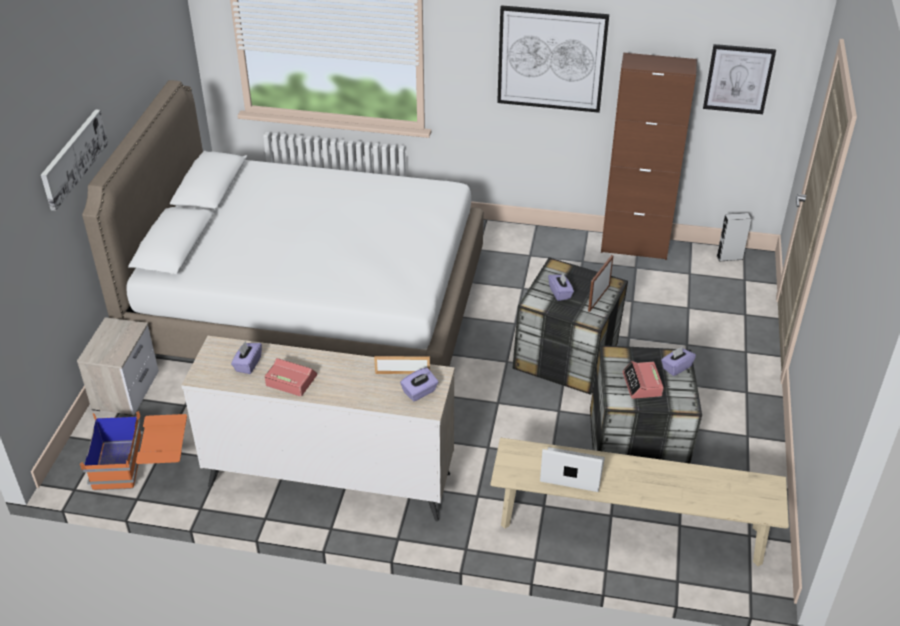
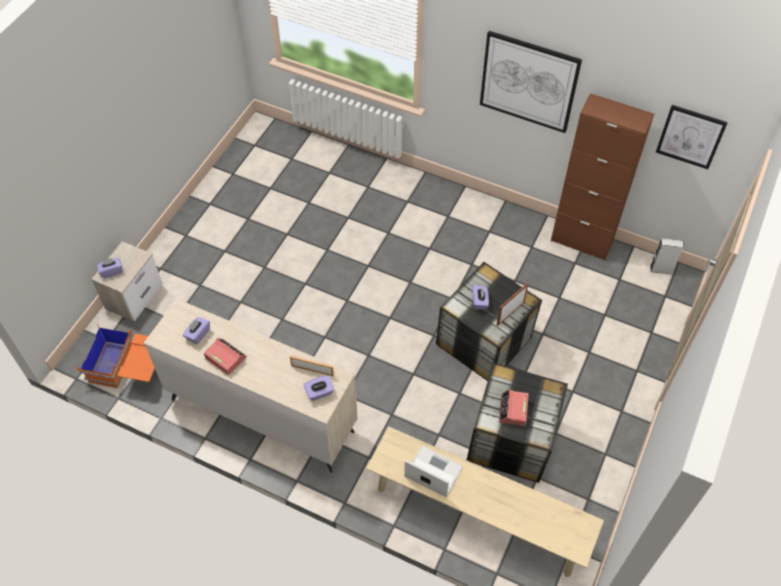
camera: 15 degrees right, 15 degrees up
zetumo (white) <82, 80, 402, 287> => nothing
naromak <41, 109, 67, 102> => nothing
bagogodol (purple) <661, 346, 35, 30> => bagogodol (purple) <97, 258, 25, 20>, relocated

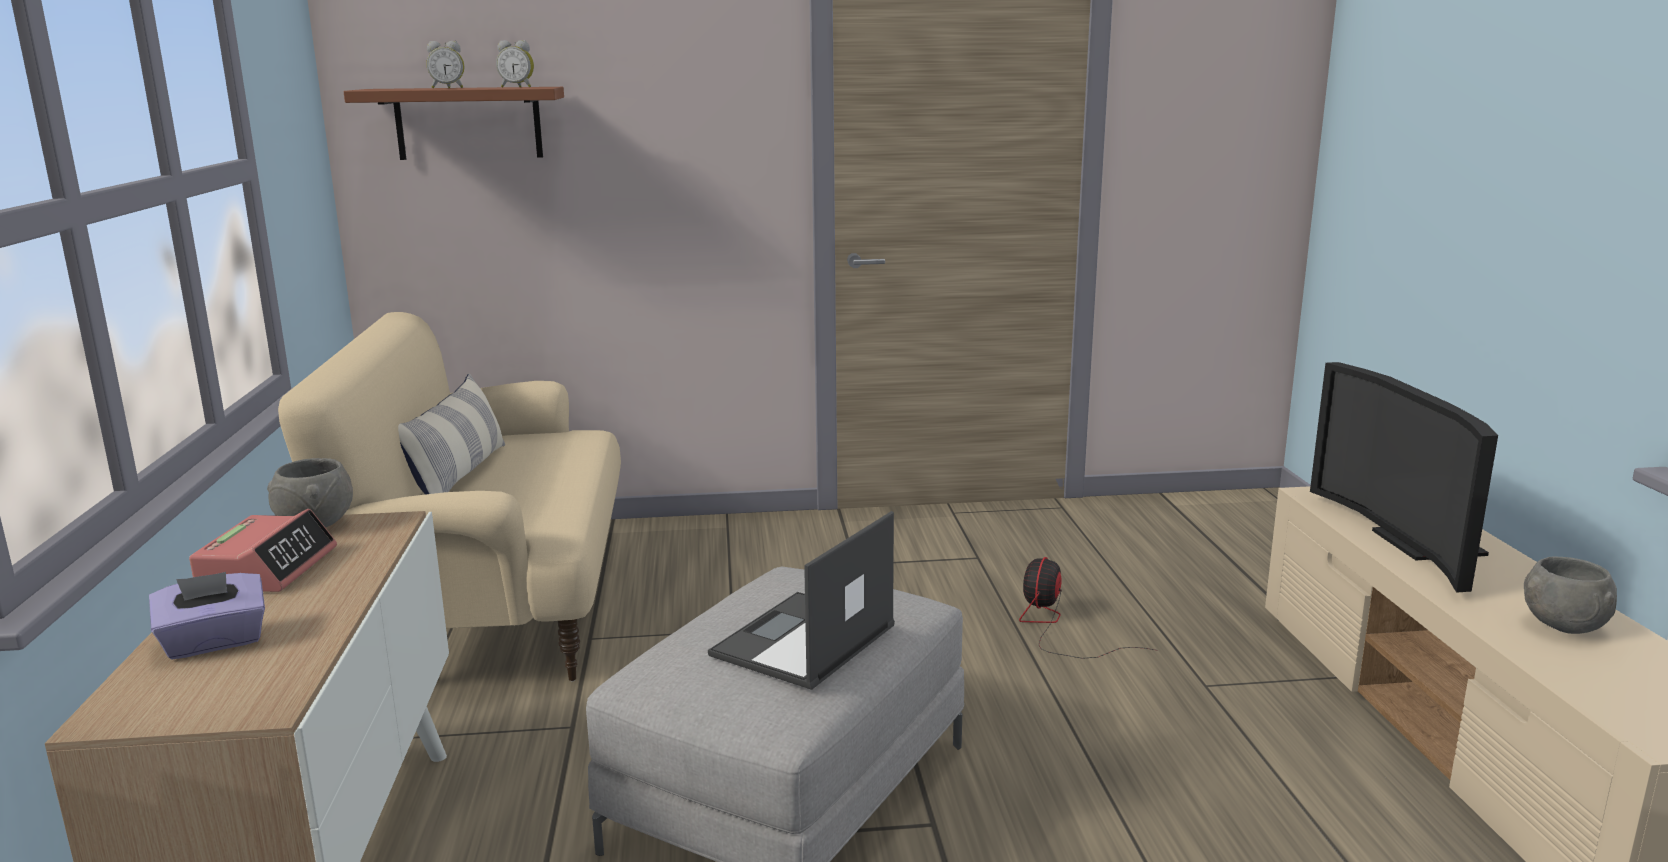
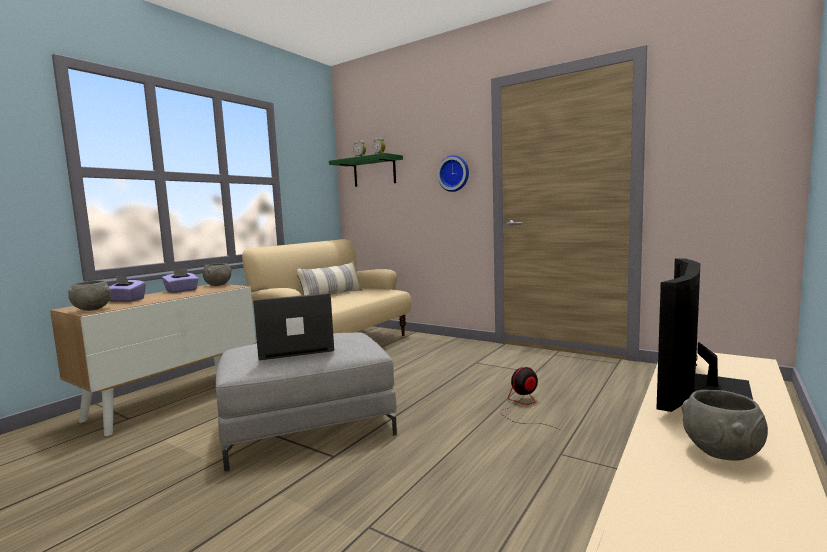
camera: 40 degrees right, 10 degrees down
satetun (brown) <344, 87, 220, 73> => satetun (green) <329, 153, 74, 34>
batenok <189, 509, 148, 83> => bagogodol (purple) <162, 268, 37, 25>
nothing => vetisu <437, 155, 32, 37>
nothing => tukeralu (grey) <68, 280, 43, 31>

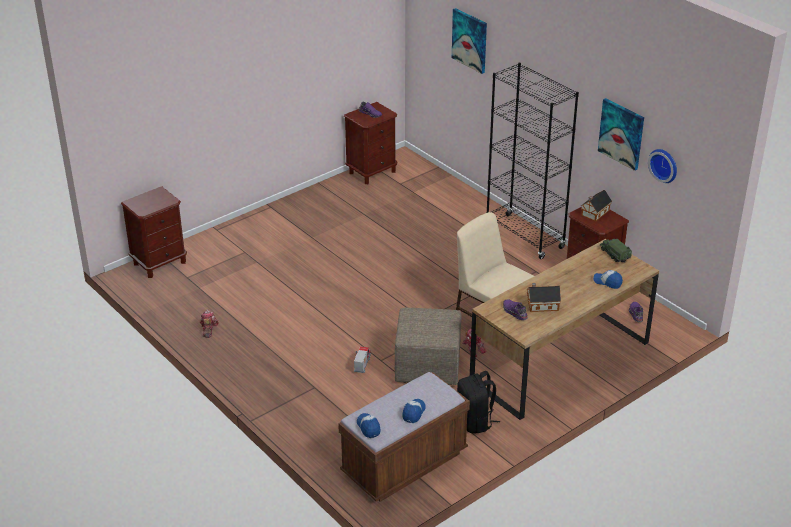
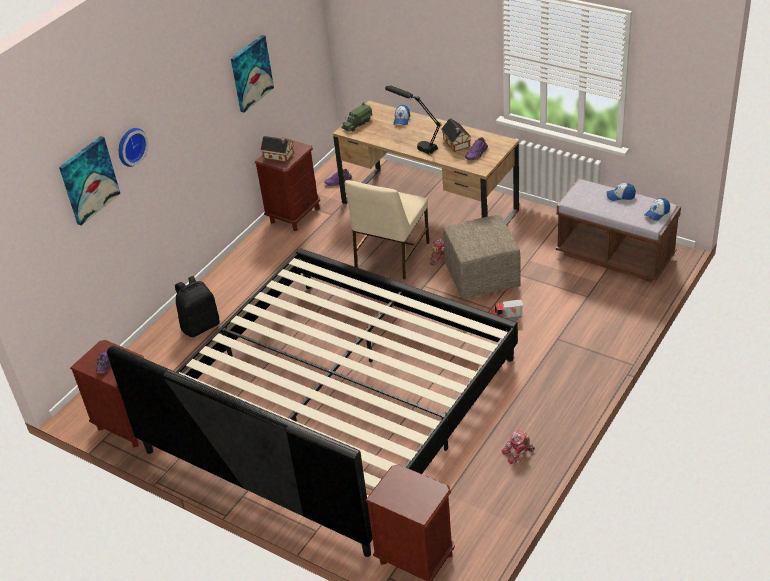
camera: 105 degrees left, 5 degrees up
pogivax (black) <487, 63, 92, 196> => nothing
vetisu <648, 149, 29, 34> => vetisu <119, 128, 29, 39>, relocated
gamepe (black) <457, 371, 43, 63> => gamepe (black) <175, 276, 44, 61>, relocated
nothing => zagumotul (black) <385, 85, 56, 70>
nothing => zetumo <107, 248, 411, 309>

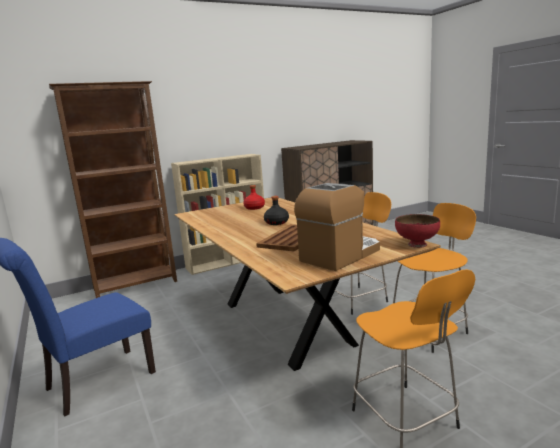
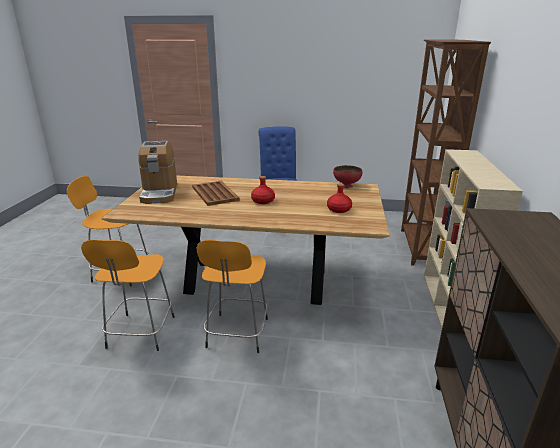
camera: 125 degrees right, 10 degrees up
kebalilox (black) <264, 196, 25, 29> => kebalilox (red) <251, 176, 24, 28>
tukeralu (red) <395, 214, 45, 34> => tukeralu (red) <333, 165, 29, 23>, relocated

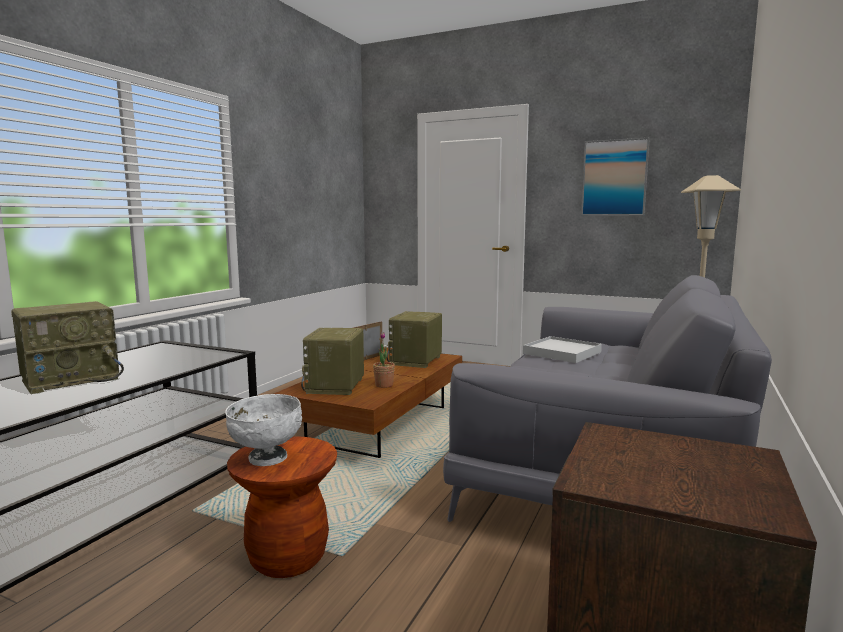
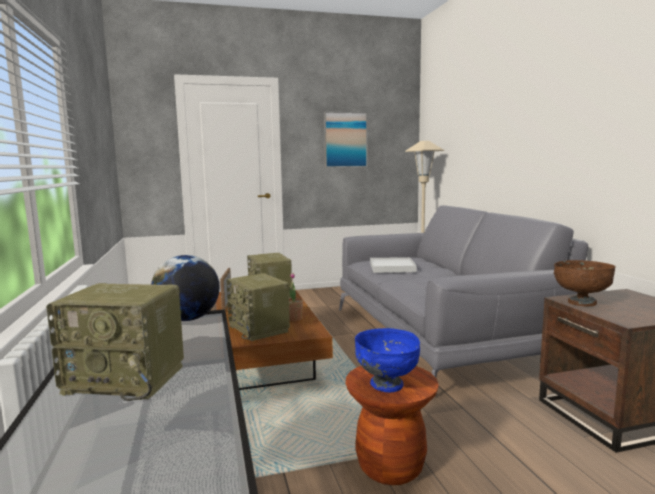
camera: 40 degrees left, 0 degrees up
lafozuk <11, 301, 113, 93> => lafozuk <46, 283, 138, 118>, 90 degrees clockwise
tukeralu (white) <225, 394, 77, 72> => tukeralu (blue) <355, 328, 65, 64>
nothing => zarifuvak <151, 255, 69, 66>
nothing => tukeralu (brown) <554, 260, 61, 47>

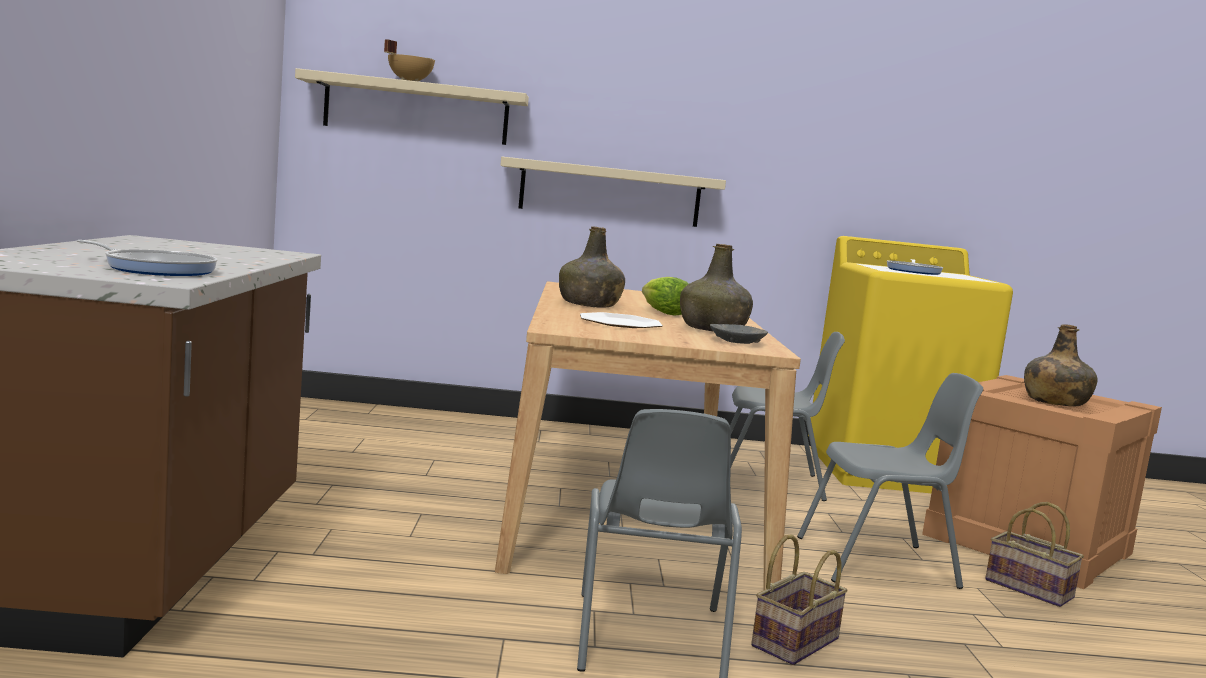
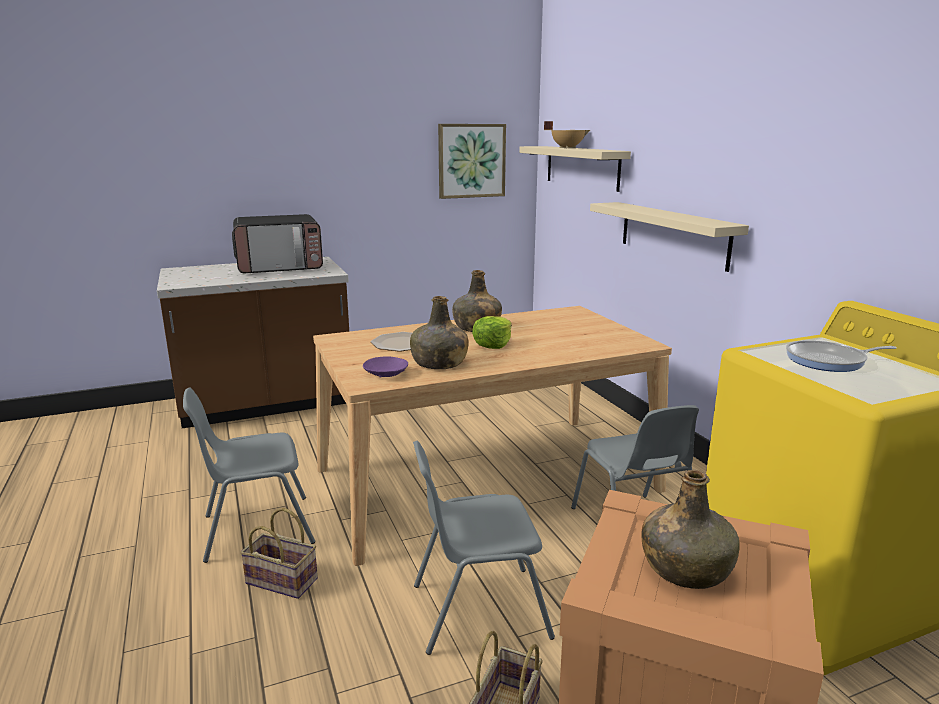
camera: 70 degrees right, 10 degrees up
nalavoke <76, 240, 142, 36> => nothing
tukeralu (grey) <710, 324, 58, 20> => tukeralu (purple) <363, 356, 45, 22>
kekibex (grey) <797, 373, 186, 216> => kekibex (grey) <413, 441, 142, 214>, 105 degrees clockwise
nothing => naromak <438, 124, 68, 75>
nothing => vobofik <232, 214, 91, 59>

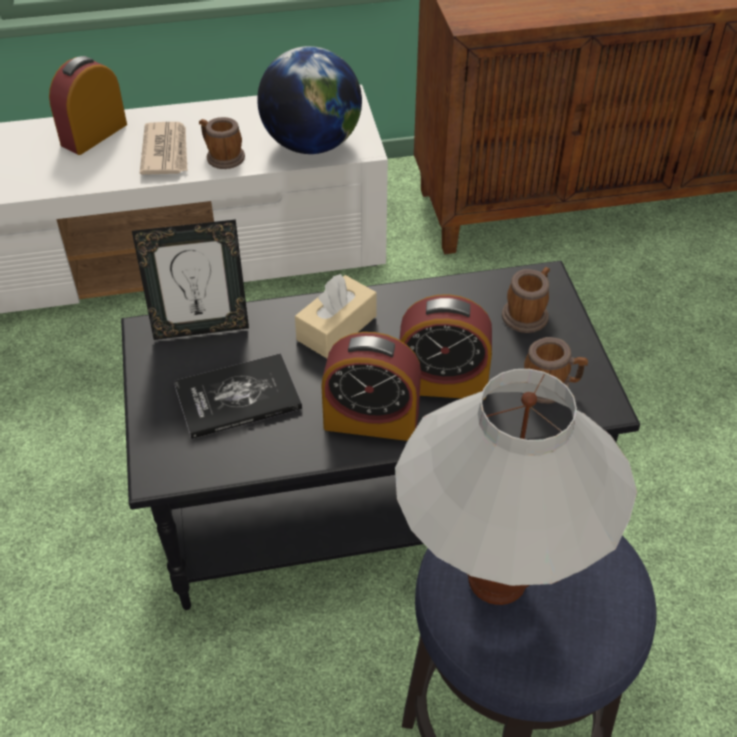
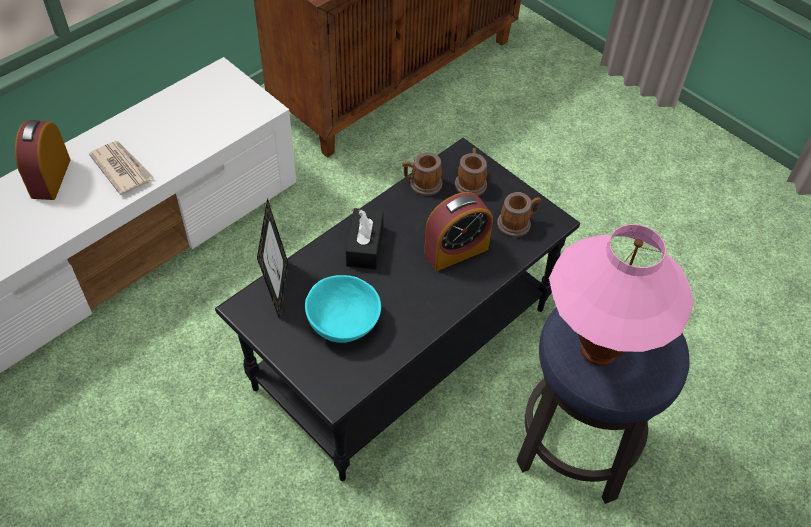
camera: 35 degrees left, 5 degrees up
zarifuvak <257, 46, 105, 108> => nothing
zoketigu <199, 117, 46, 52> => zoketigu <402, 152, 41, 44>, relocated
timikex <132, 219, 117, 121> => timikex <257, 198, 31, 119>, 45 degrees counterclockwise
bagogodol (beige) <295, 274, 82, 84> => bagogodol (black) <346, 208, 38, 61>
batenok <321, 332, 100, 109> => nothing
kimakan <174, 353, 128, 86> => tukeralu (turquoise) <305, 275, 76, 68>
zagumotul (white) <395, 369, 242, 236> => zagumotul (pink) <549, 224, 145, 142>

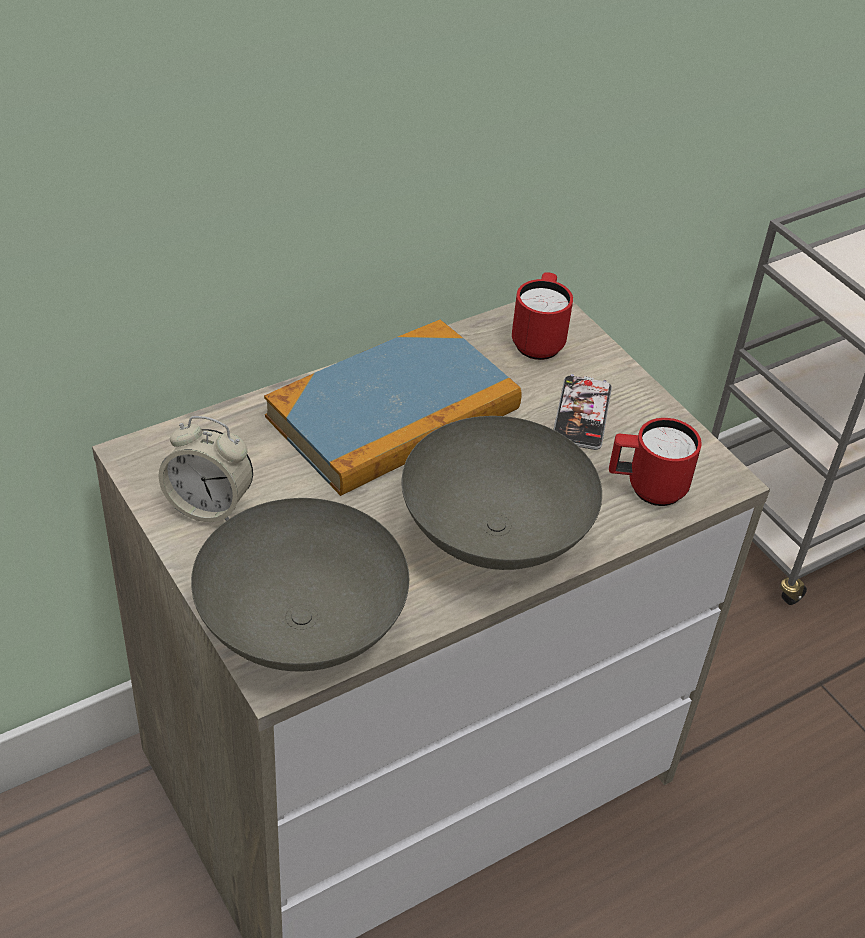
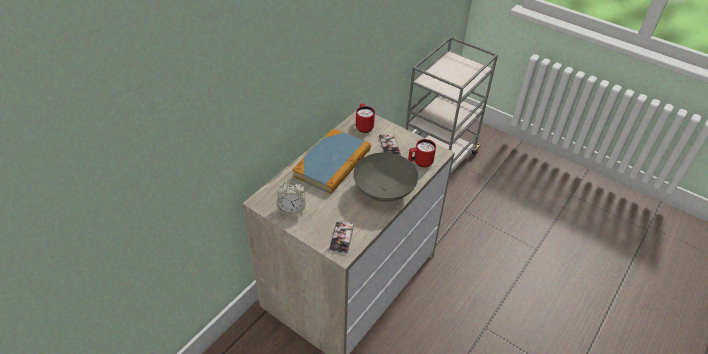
camera: 20 degrees left, 0 degrees up
tukeralu (grey) <191, 498, 218, 174> => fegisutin <329, 221, 25, 33>

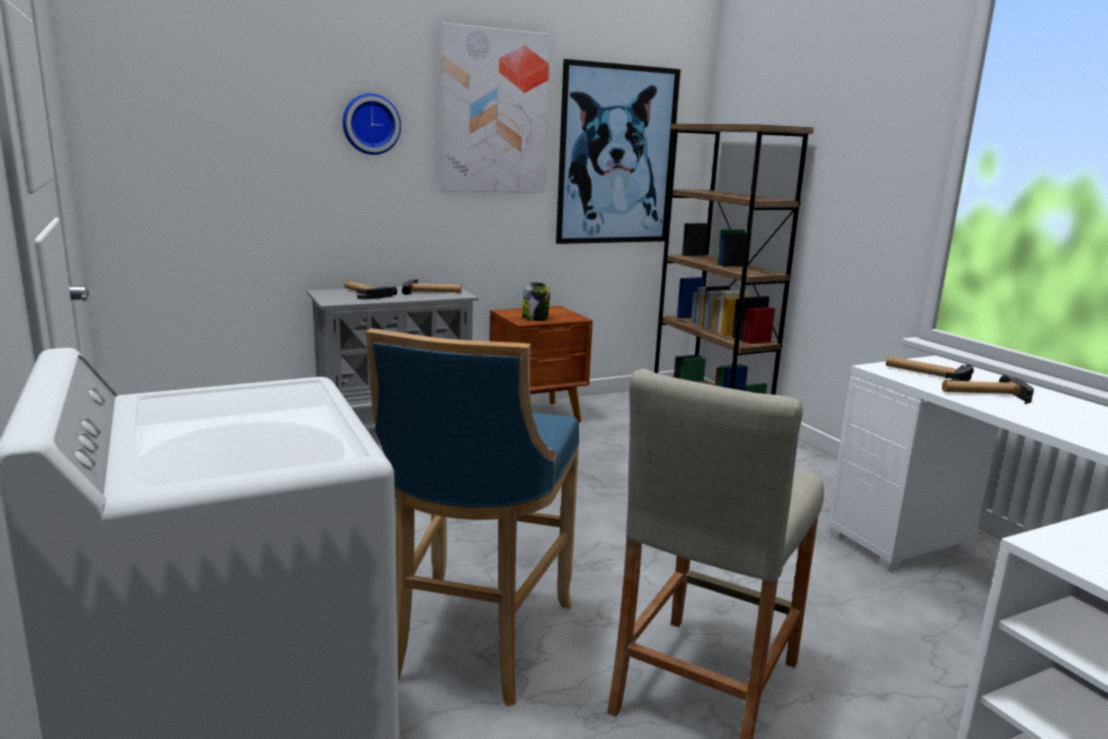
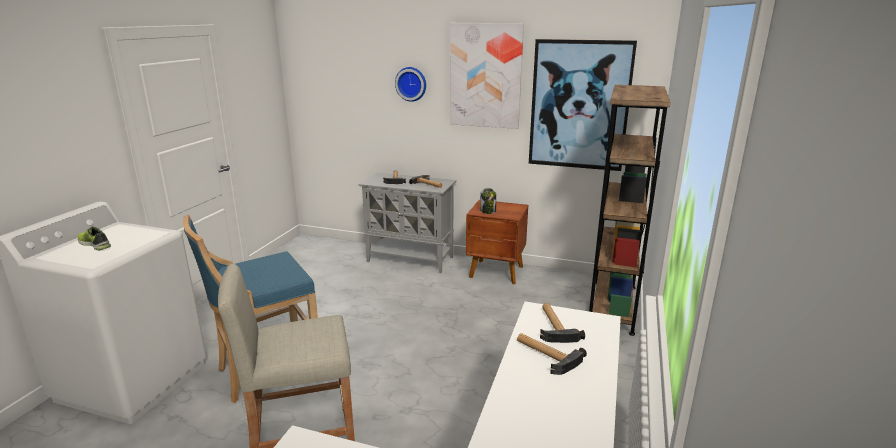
camera: 45 degrees right, 5 degrees up
nothing => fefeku <78, 226, 33, 24>

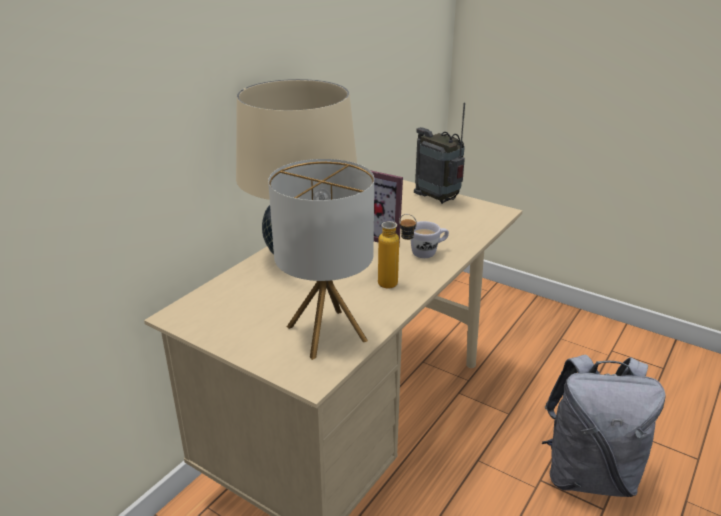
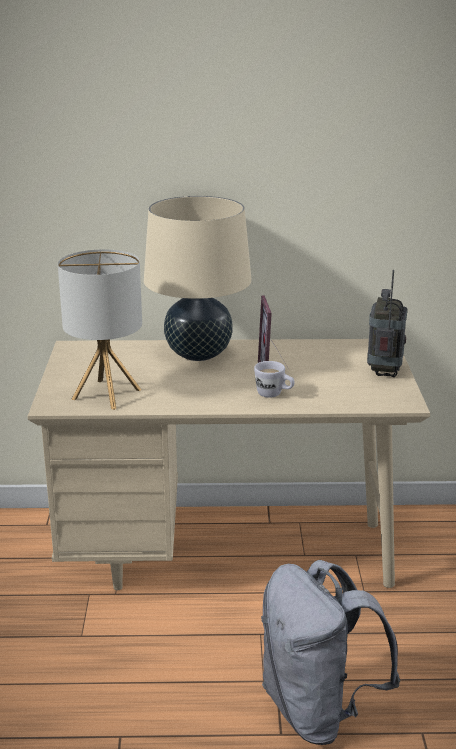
camera: 55 degrees right, 5 degrees down
kebalilox <378, 214, 39, 75> => nothing

